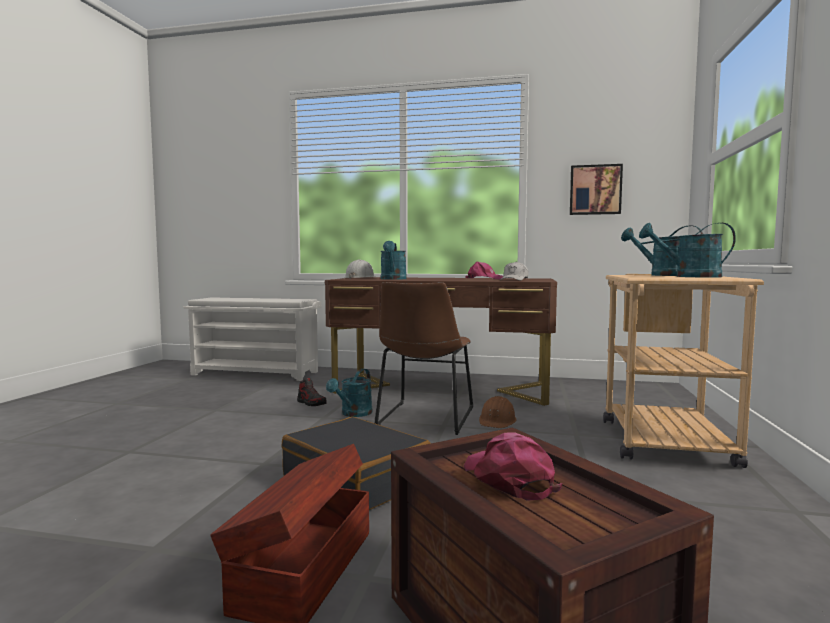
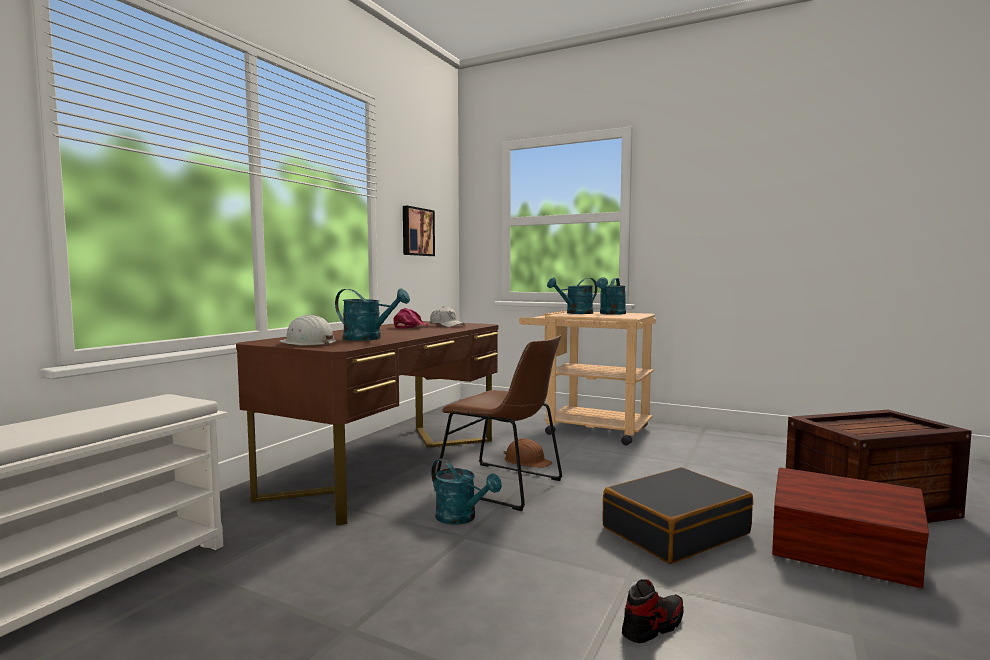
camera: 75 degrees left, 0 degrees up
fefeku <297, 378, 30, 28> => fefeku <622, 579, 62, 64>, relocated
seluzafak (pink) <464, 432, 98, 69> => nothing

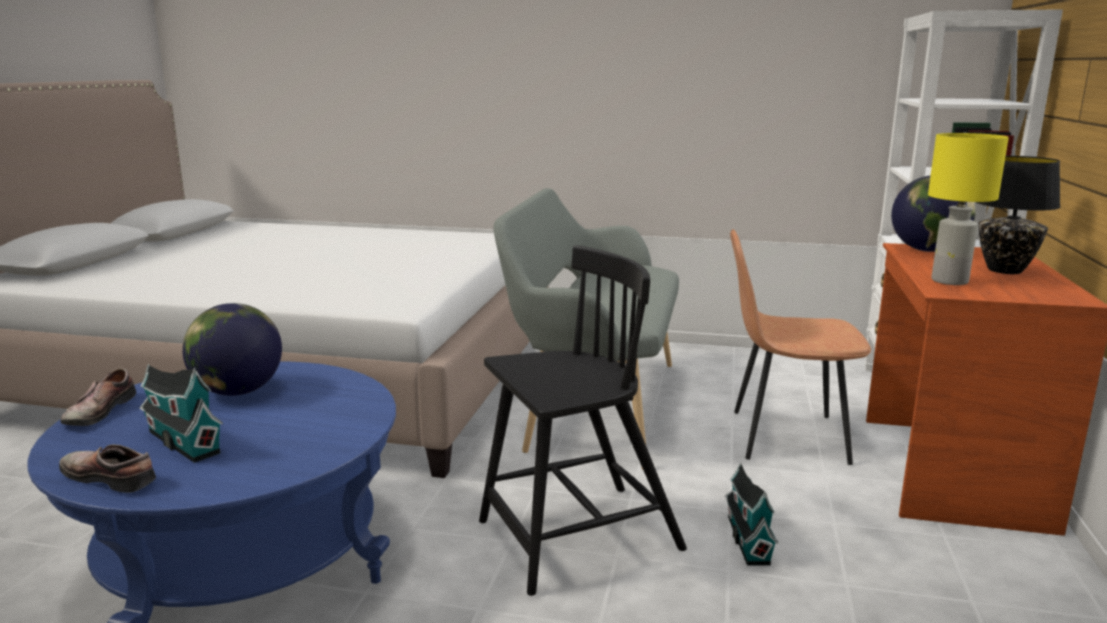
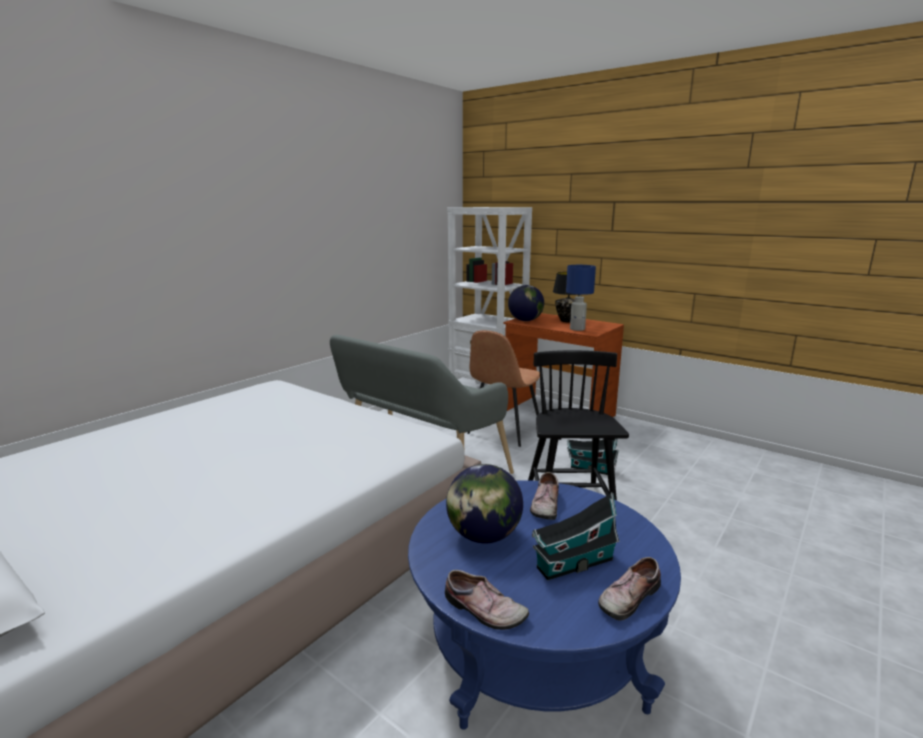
camera: 65 degrees left, 0 degrees up
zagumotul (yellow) <928, 133, 81, 152> => zagumotul (blue) <566, 265, 30, 66>
nothing => fefeku <530, 472, 29, 48>

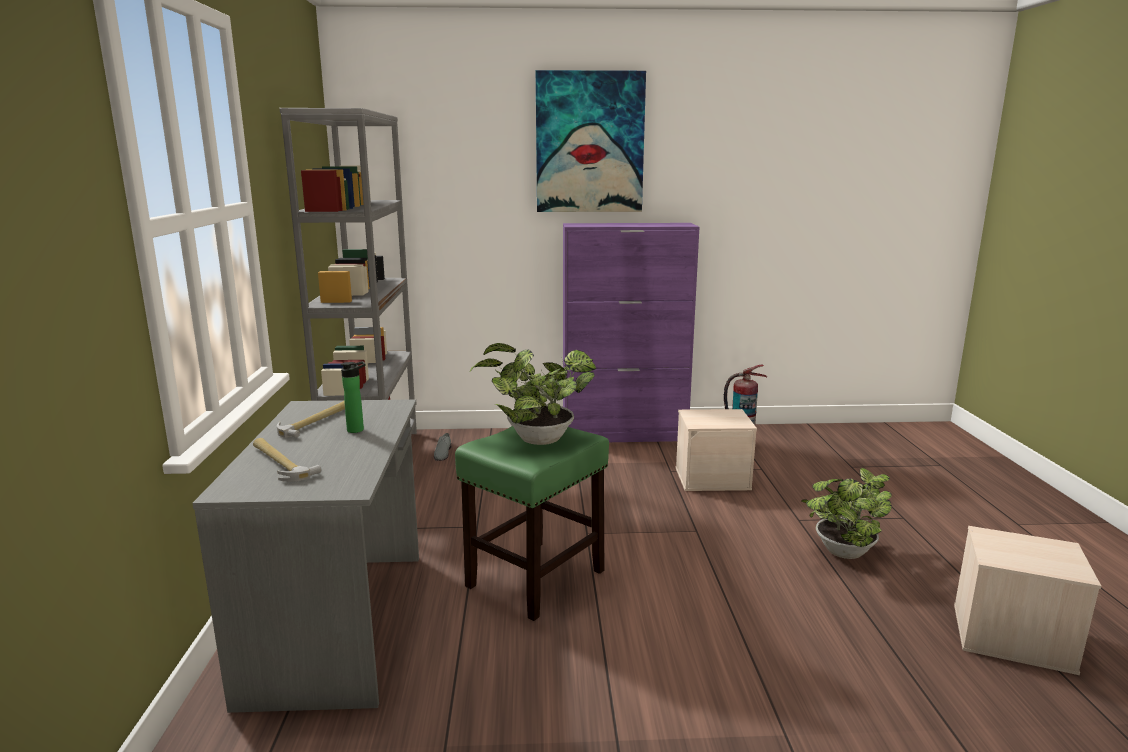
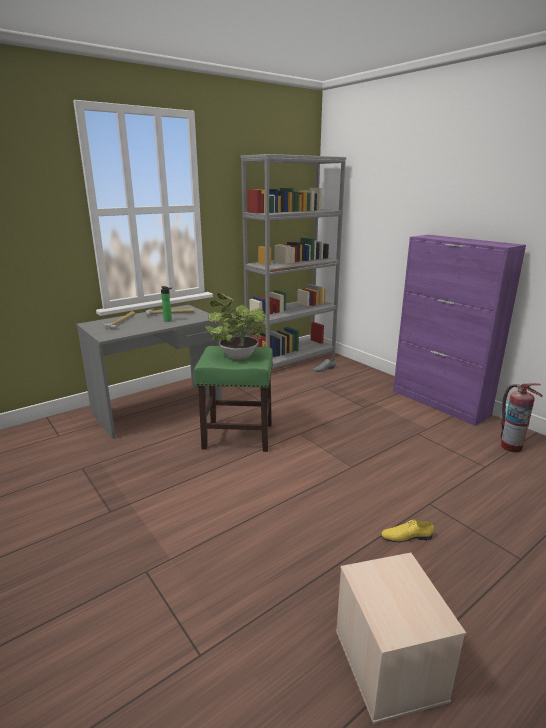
camera: 55 degrees right, 5 degrees up
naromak <536, 70, 110, 142> => nothing
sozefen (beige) <675, 409, 82, 82> => nothing
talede <801, 468, 91, 91> => fefeku (yellow) <381, 519, 53, 24>

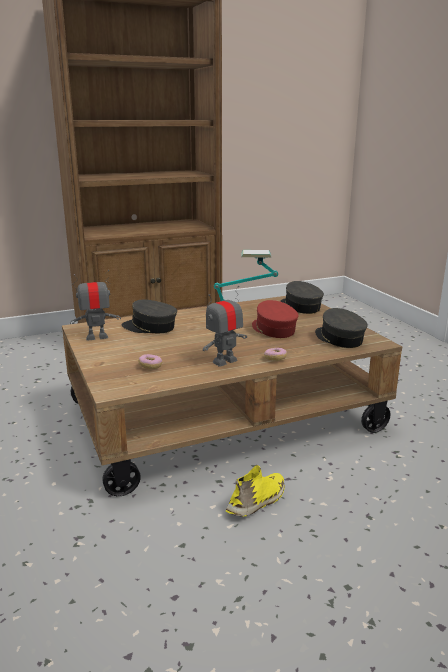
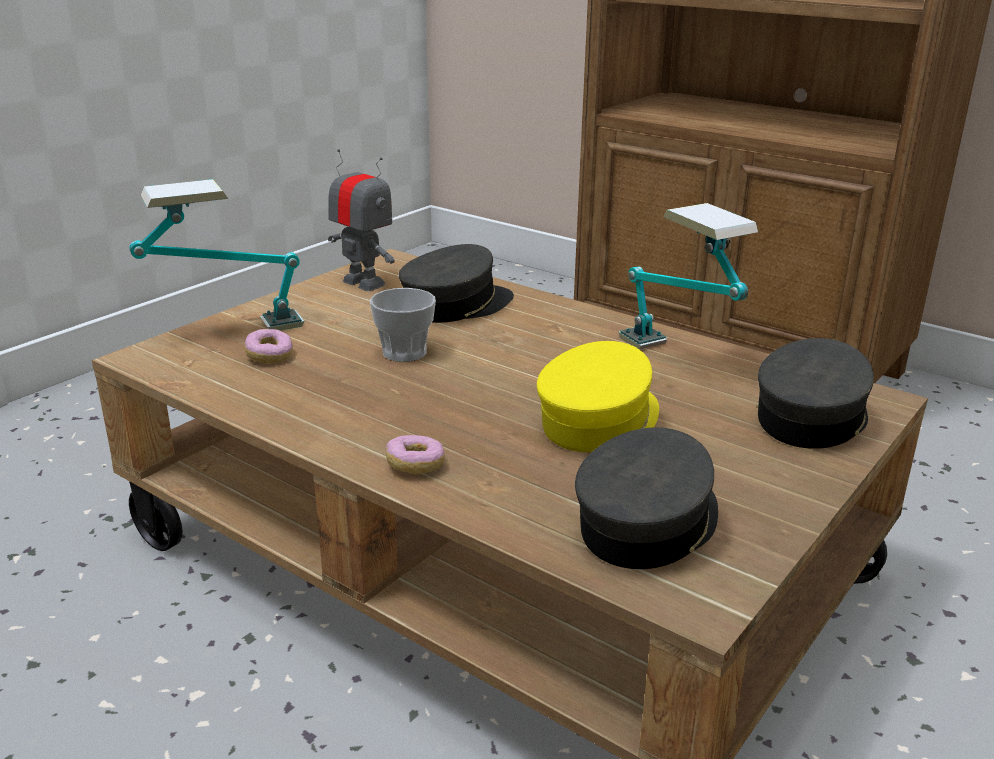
camera: 60 degrees right, 5 degrees up
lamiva <203, 286, 44, 81> => nothing
seluzafak (grey) <122, 300, 55, 33> => seluzafak (grey) <399, 244, 115, 79>, 60 degrees clockwise
seluzafak (red) <252, 300, 46, 38> => seluzafak (yellow) <537, 341, 122, 111>
fefeku (yellow) <225, 464, 60, 53> => nothing
nothing => zagumotul <129, 179, 175, 151>
nothing => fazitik <370, 288, 66, 74>

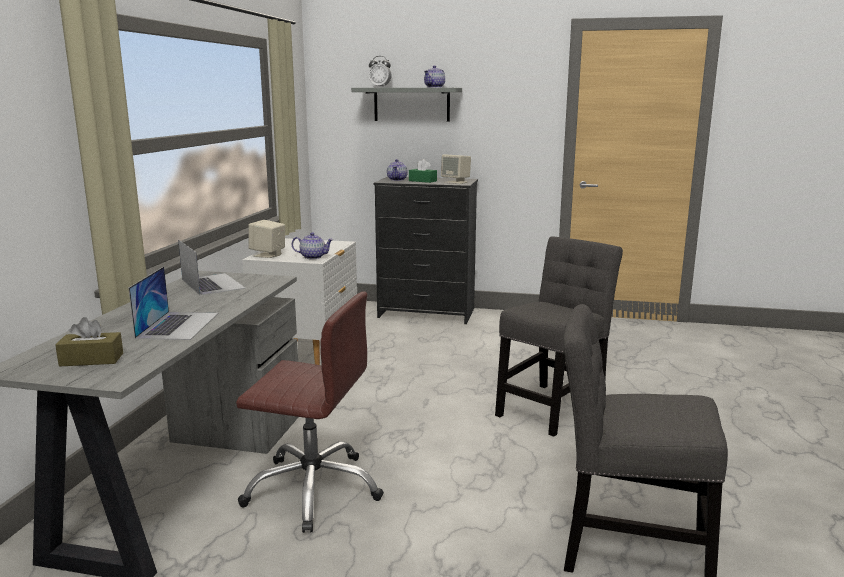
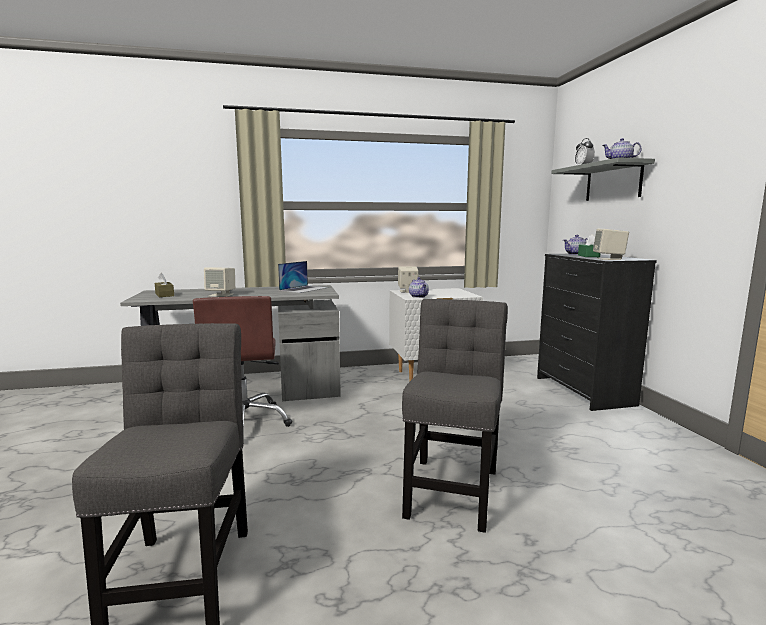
camera: 65 degrees right, 5 degrees down
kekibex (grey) <495, 236, 128, 201> => kekibex (grey) <402, 299, 106, 234>, 90 degrees counterclockwise
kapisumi <129, 266, 89, 74> => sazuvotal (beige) <204, 267, 31, 30>

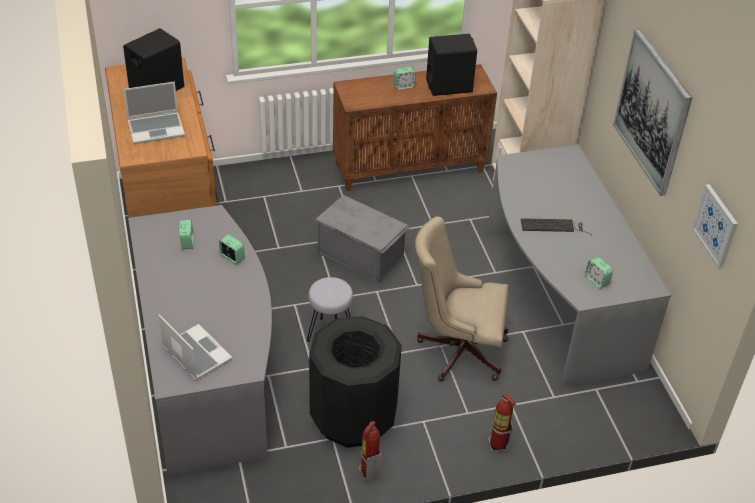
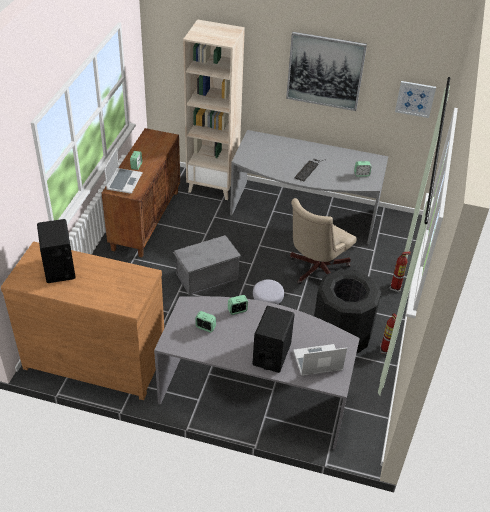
camera: 60 degrees left, 0 degrees up
sazuvotal (black) <426, 34, 51, 62> => sazuvotal (black) <252, 306, 42, 67>, relocated
kapisumi <123, 81, 62, 63> => kapisumi <104, 148, 38, 46>, relocated

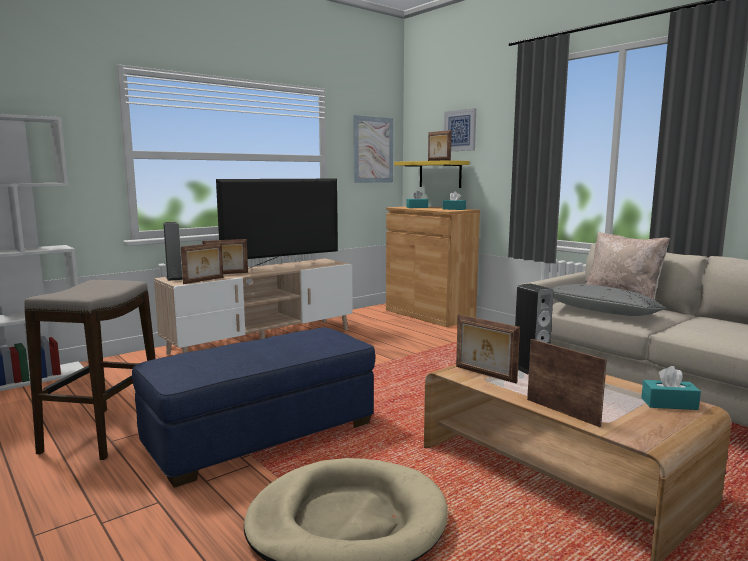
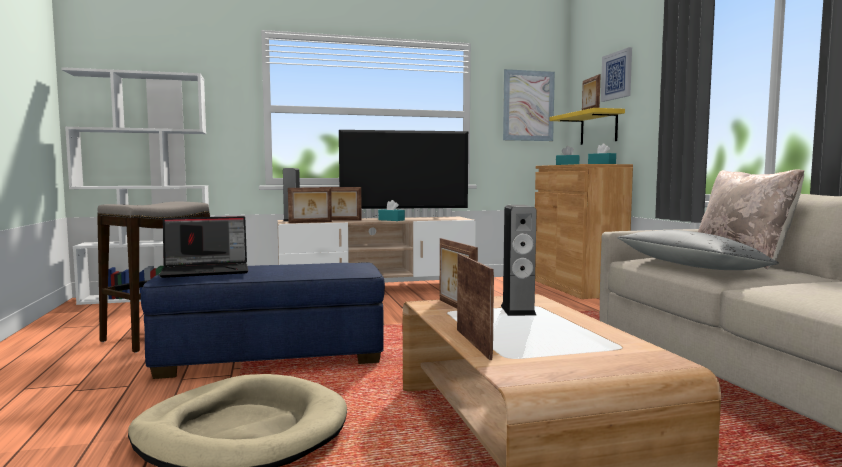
camera: 25 degrees right, 5 degrees down
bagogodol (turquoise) <641, 366, 60, 44> => bagogodol (turquoise) <378, 200, 27, 21>, relocated
nothing => kapisumi <159, 216, 90, 62>

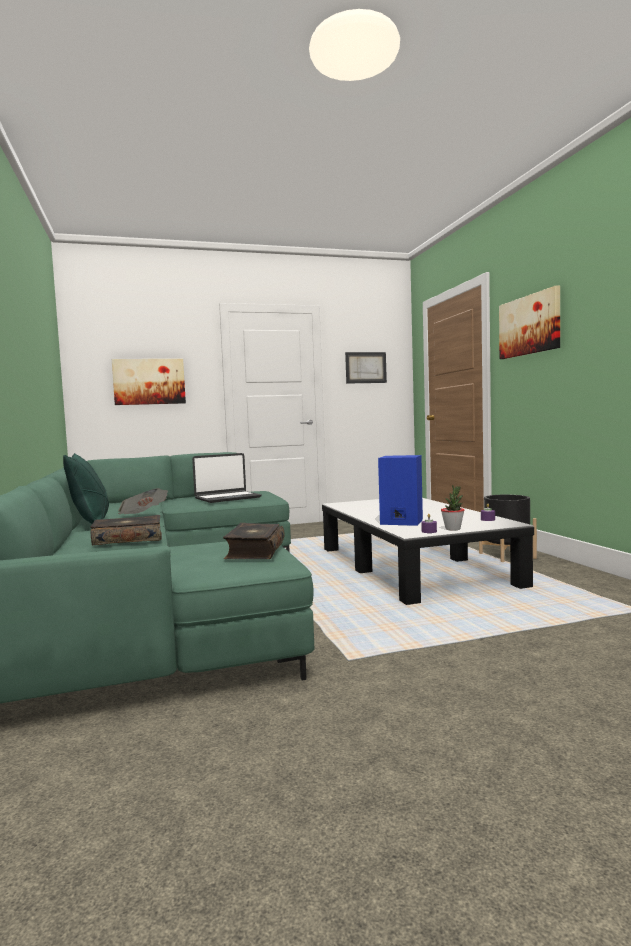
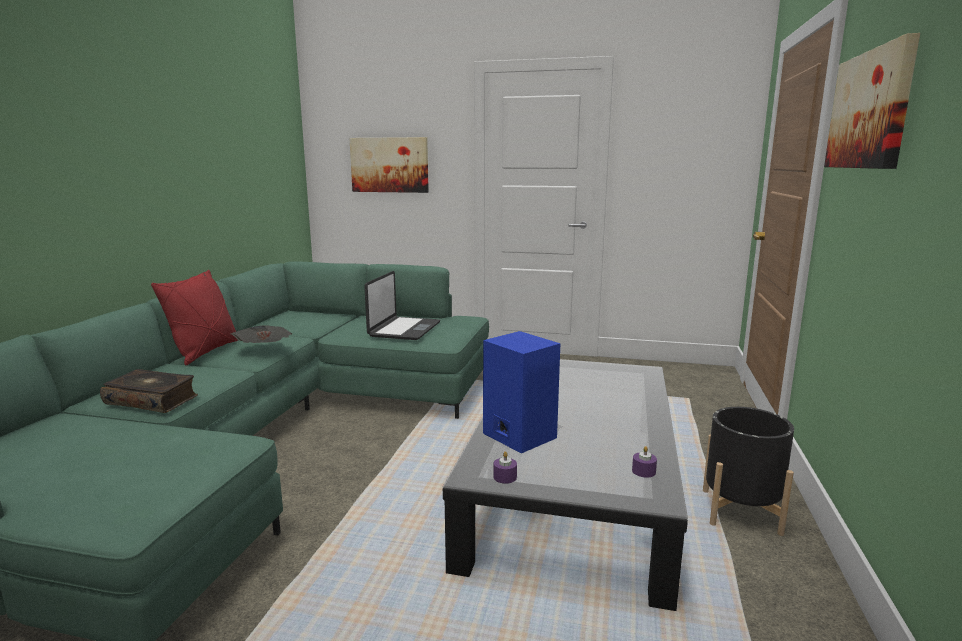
camera: 30 degrees right, 10 degrees up
naromak <345, 352, 42, 32> => nothing
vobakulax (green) <63, 453, 46, 71> => vobakulax (red) <151, 270, 87, 95>
kapisumi <192, 453, 70, 50> => kapisumi <364, 271, 76, 69>, 75 degrees counterclockwise
talede <441, 485, 23, 45> => nothing
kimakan <223, 523, 61, 36> => nothing

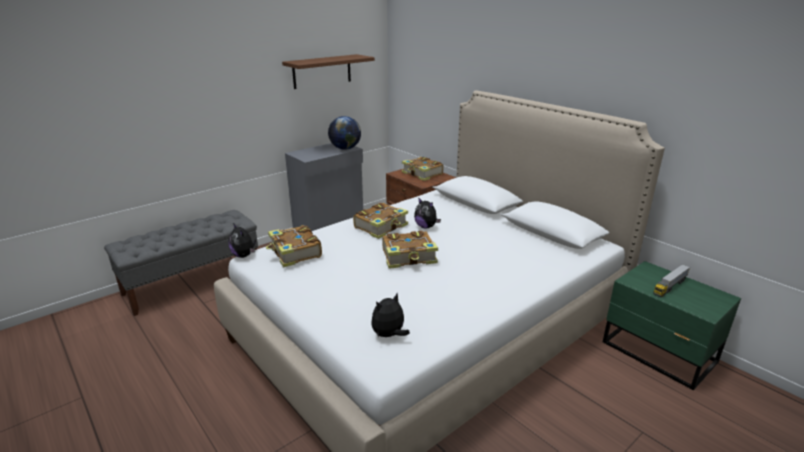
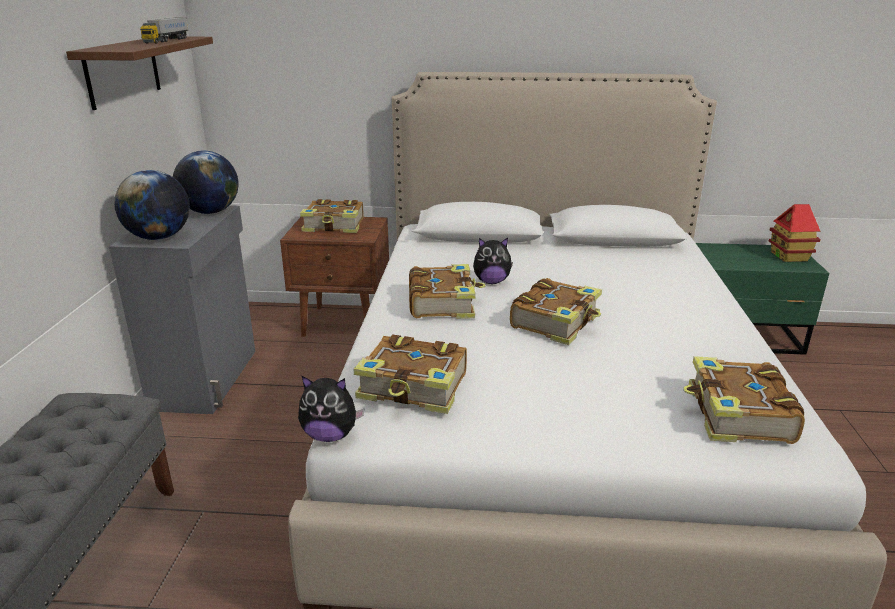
camera: 45 degrees left, 0 degrees up
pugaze <653, 264, 37, 33> => pugaze <140, 17, 48, 27>, relocated
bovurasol <371, 293, 39, 46> => kimakan <683, 356, 122, 88>
nothing => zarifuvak <114, 170, 76, 70>
nothing => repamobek <769, 204, 52, 58>

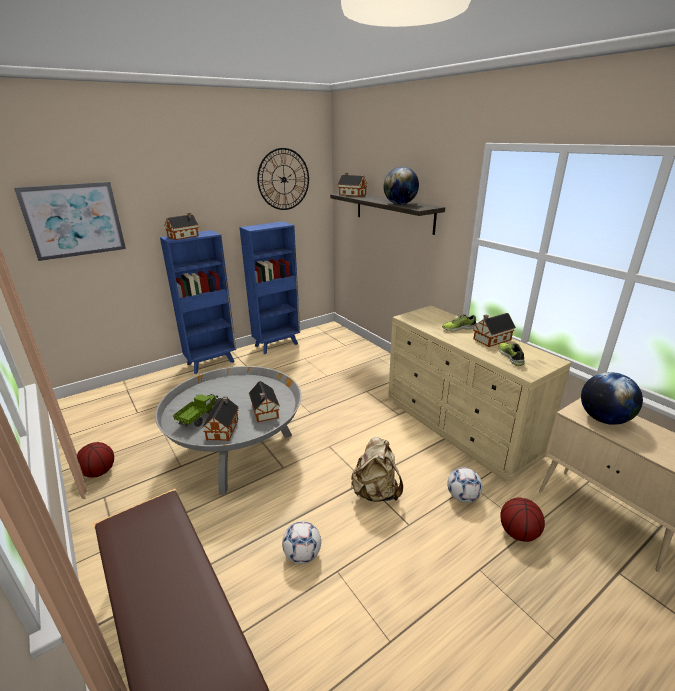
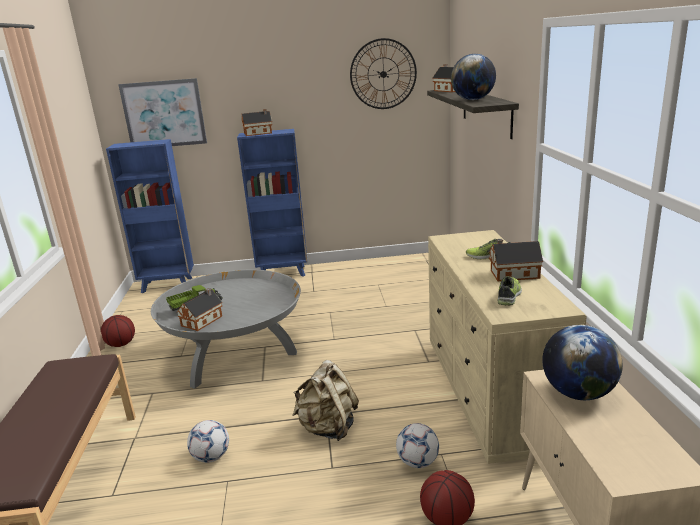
camera: 30 degrees right, 5 degrees down
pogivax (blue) <239, 221, 61, 133> => pogivax (blue) <106, 139, 88, 154>, relocated
repamobek <249, 381, 31, 41> => nothing

